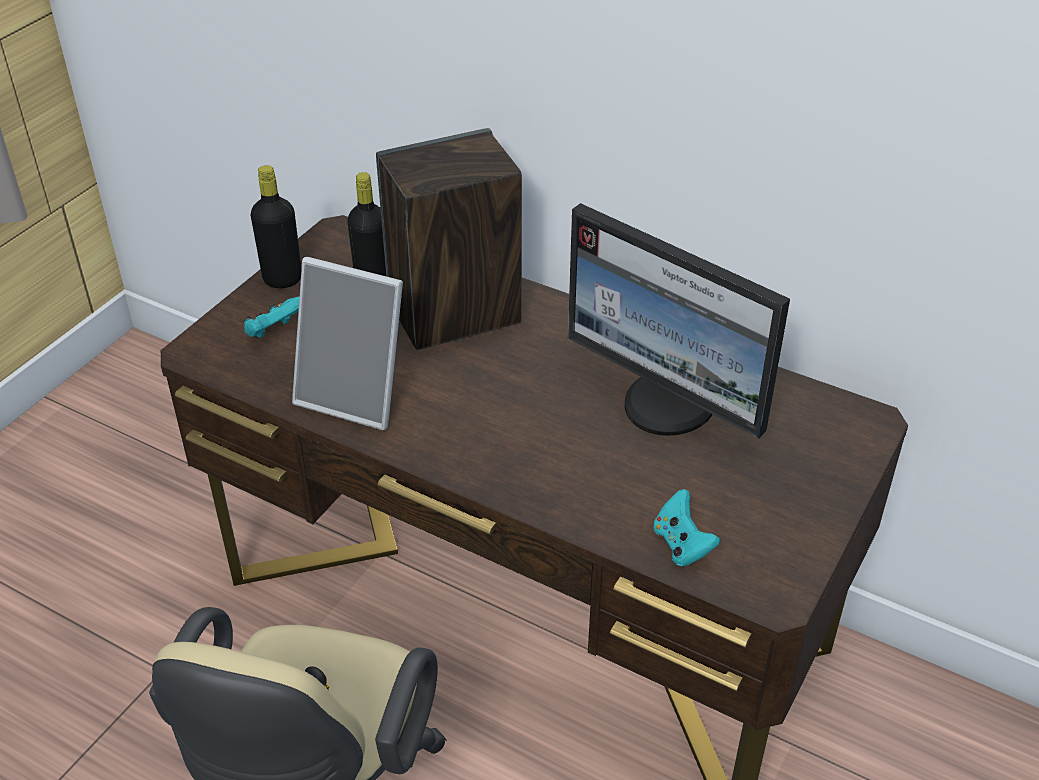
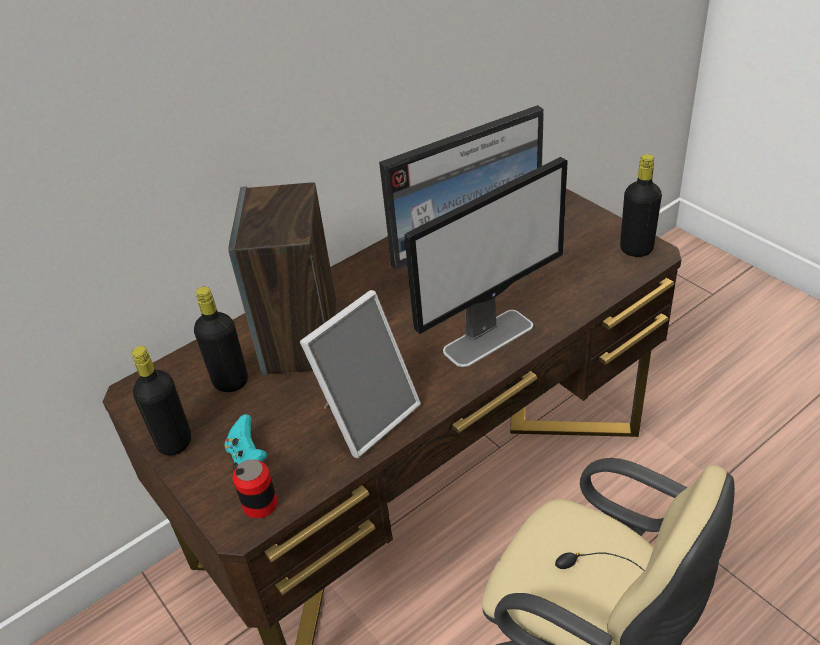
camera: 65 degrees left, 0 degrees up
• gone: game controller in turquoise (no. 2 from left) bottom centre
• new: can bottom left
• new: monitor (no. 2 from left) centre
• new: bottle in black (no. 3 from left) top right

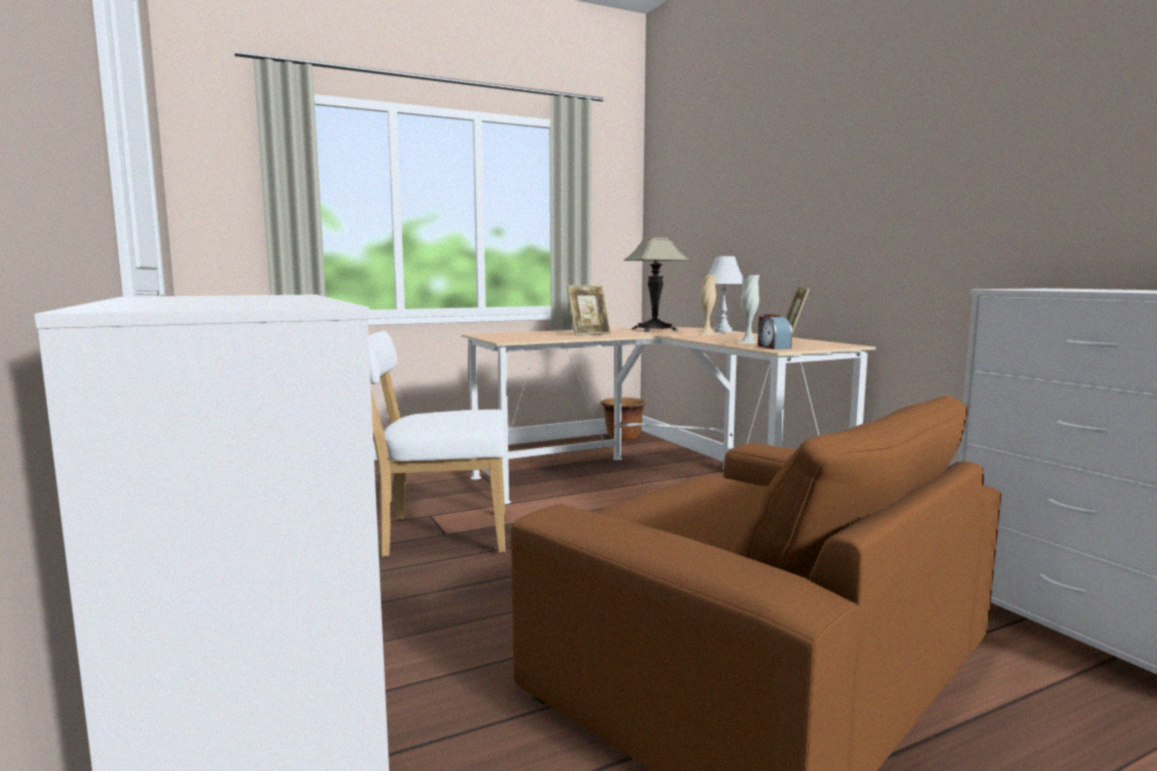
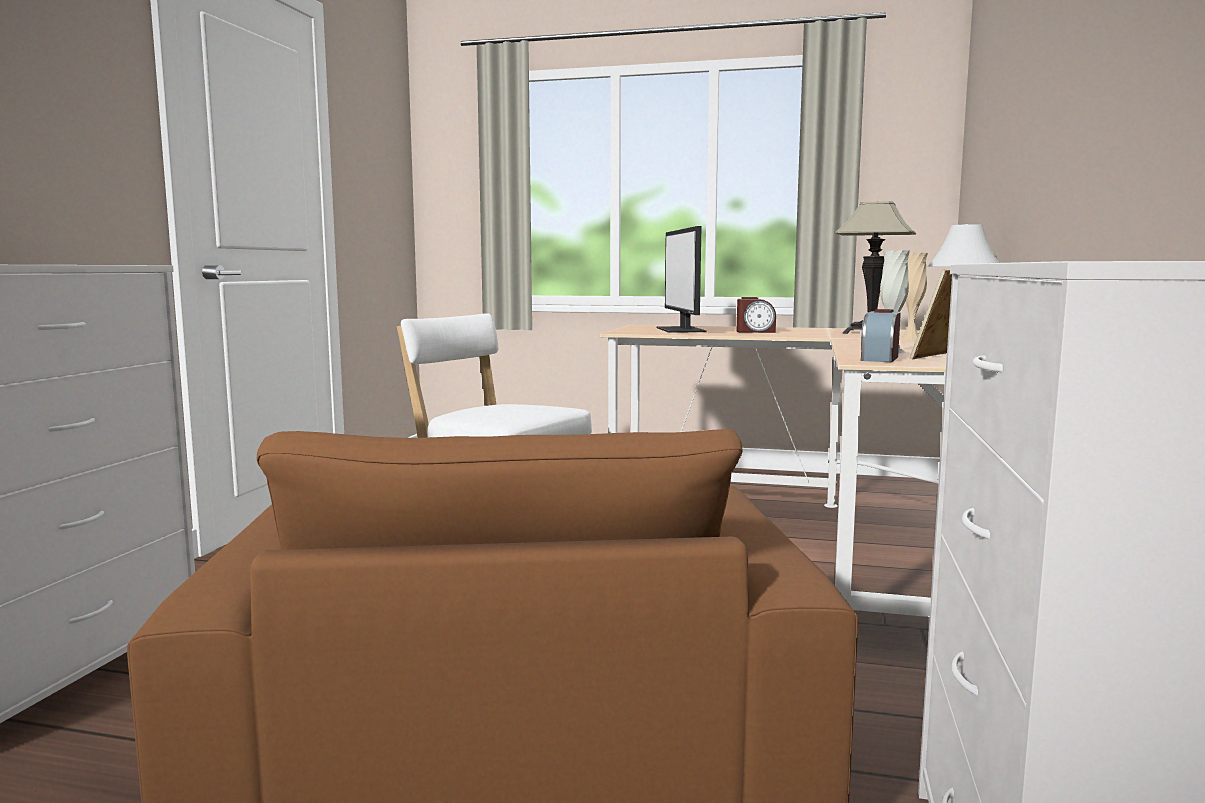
camera: 40 degrees right, 0 degrees up
• gone: planter in brown centre
• new: monitor centre
• swapped: picture frame (no. 1 from left) centre to alarm clock (no. 1 from left) centre

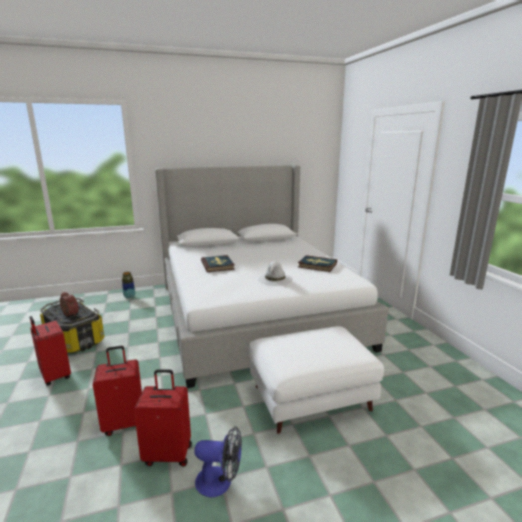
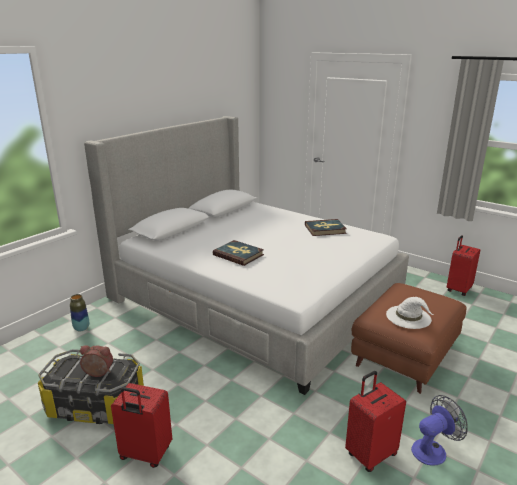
camera: 35 degrees left, 5 degrees up
• shifted: suitcase in red (no. 2 from left in the first image) bottom left to suitcase in red (no. 3 from left) middle right
• shifted: hat in white centre to middle right
• repainted: ottoman in white bottom centre to ottoman in brown bottom right

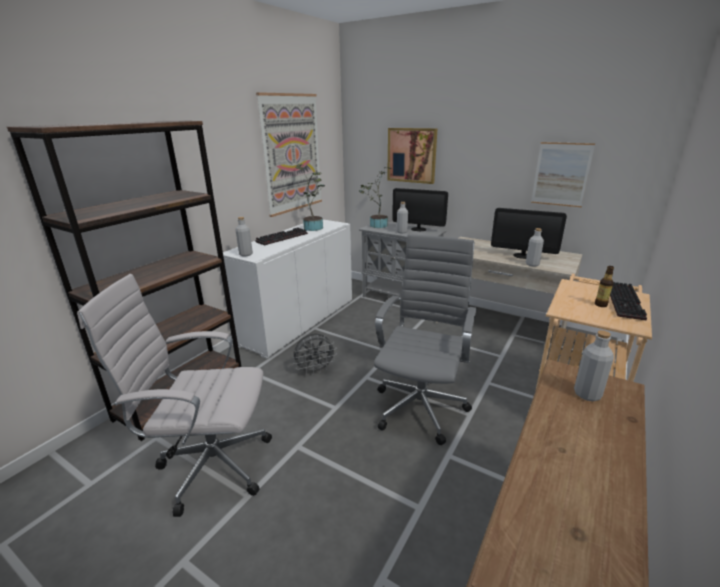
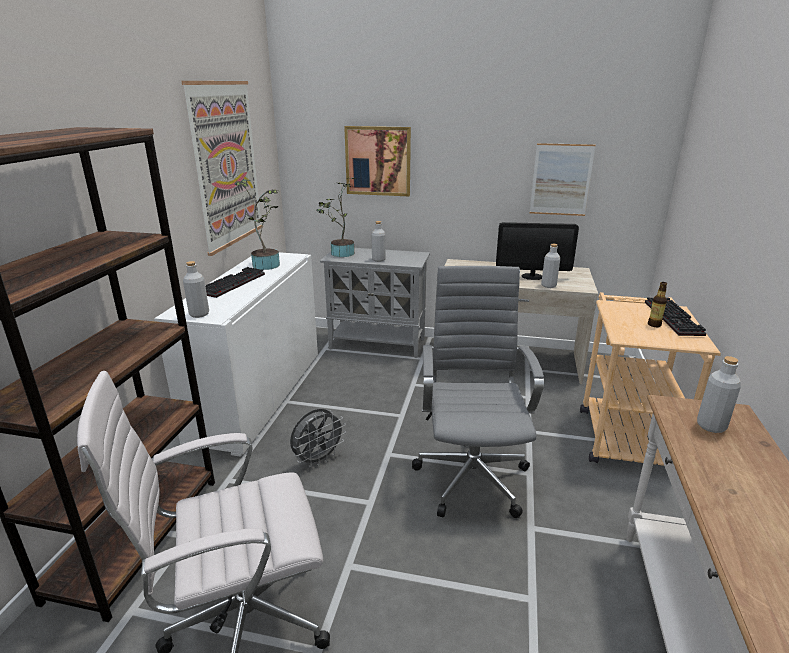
camera: 20 degrees left, 0 degrees up
• gone: monitor (no. 1 from left) centre

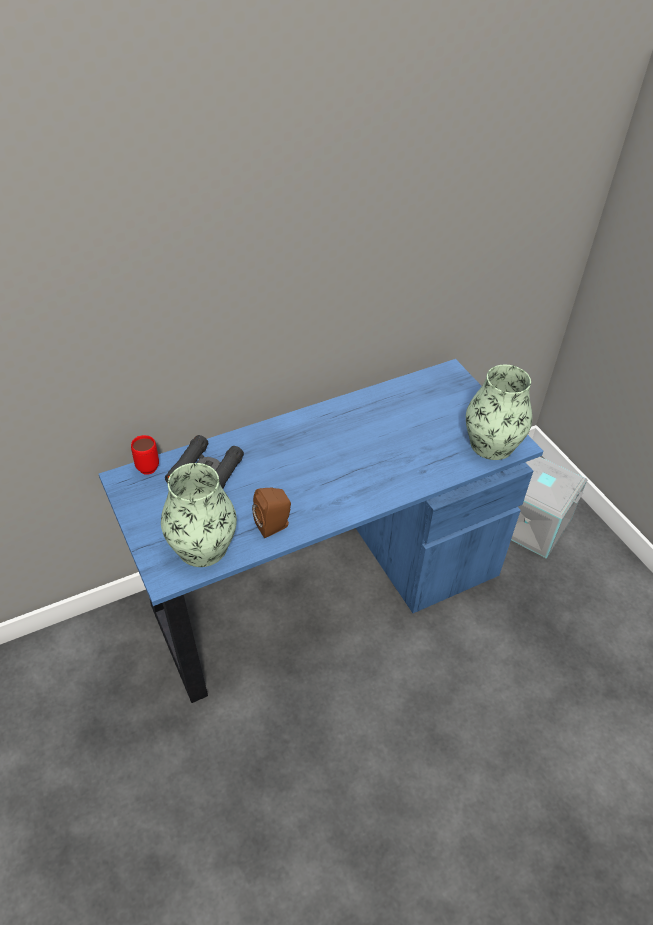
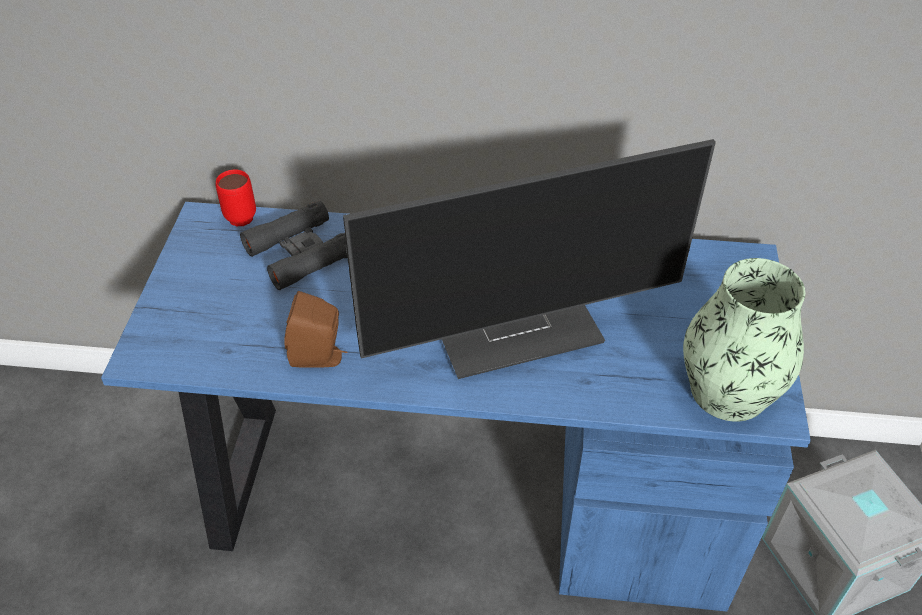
camera: 35 degrees right, 0 degrees up
• gone: vase (no. 1 from left) middle left
• new: monitor centre

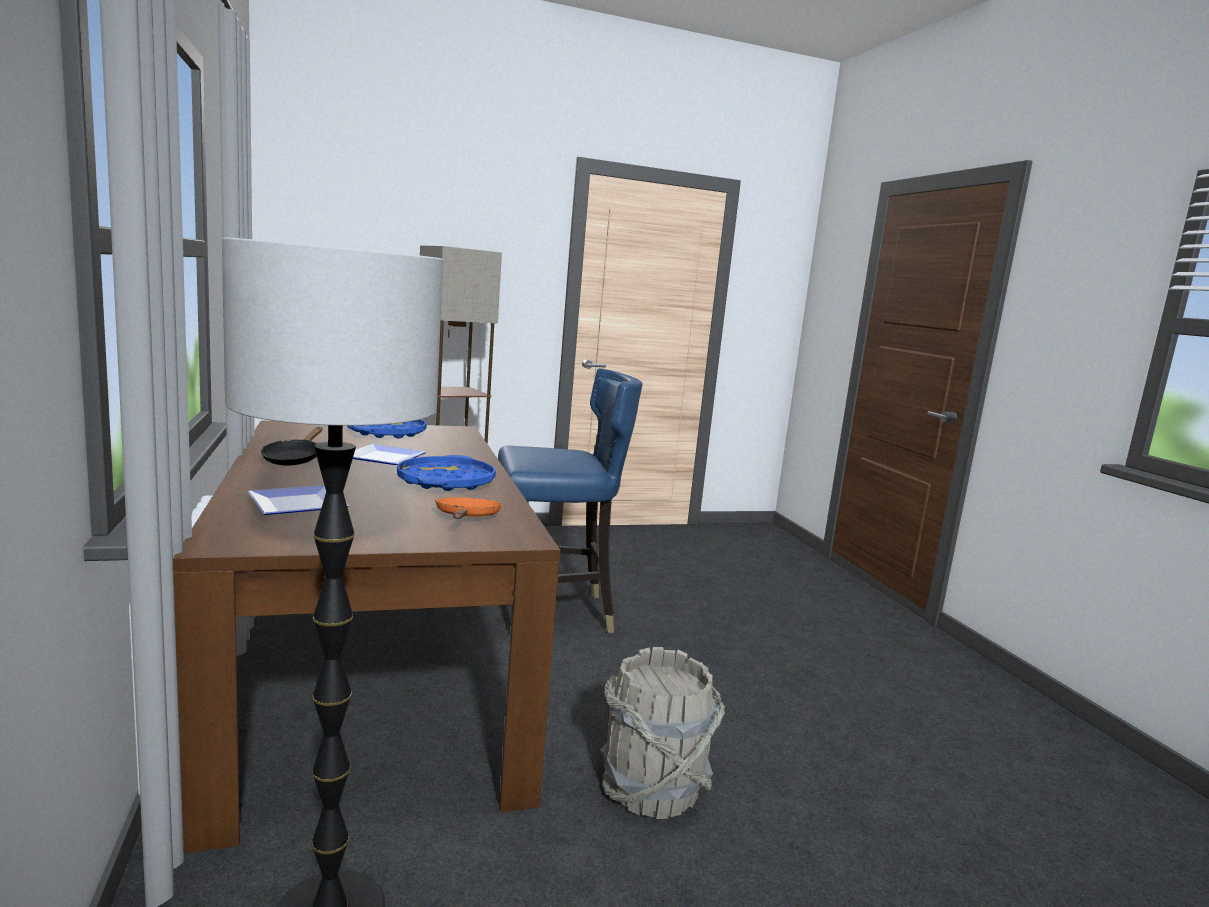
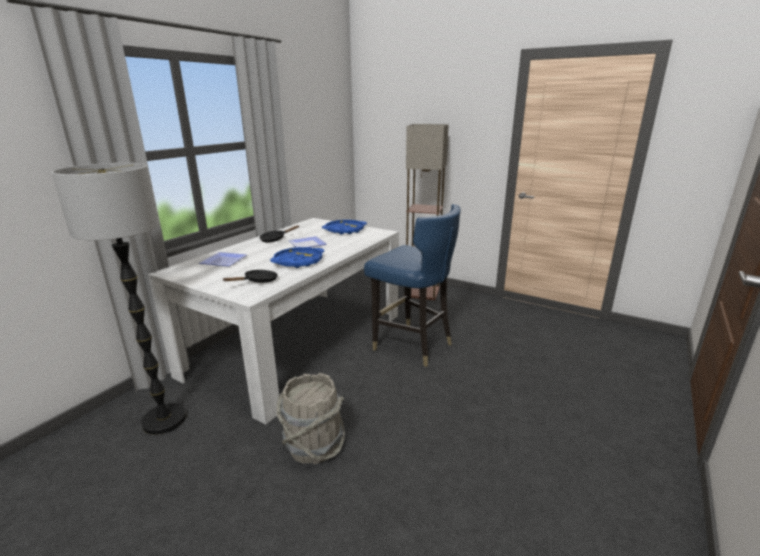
camera: 50 degrees right, 10 degrees up
• repainted: dining table in brown bottom left to dining table in white centre
• repainted: frying pan in orange centre to frying pan in black (no. 1 from left) middle left

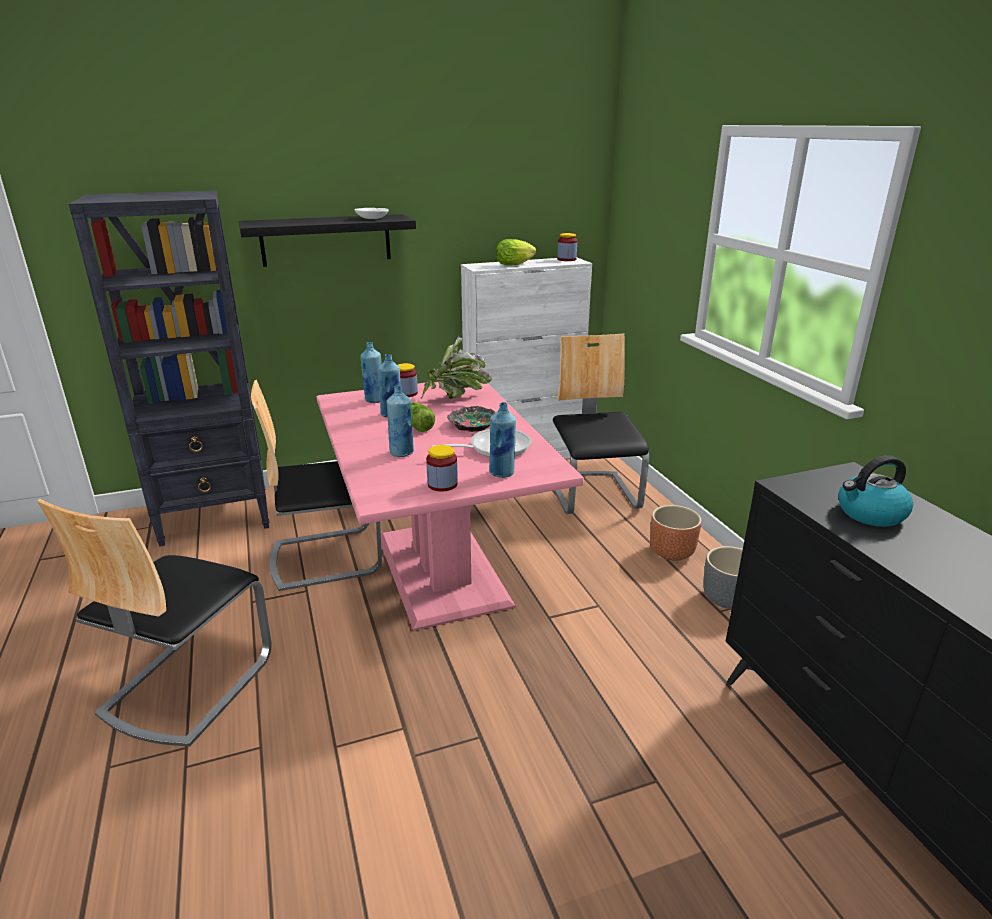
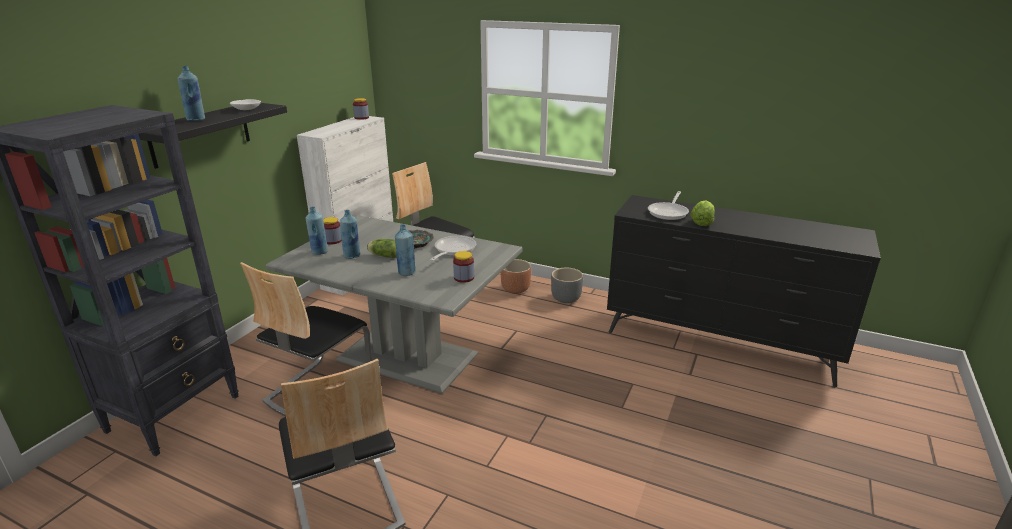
camera: 45 degrees left, 0 degrees up
• gone: potted plant centre
• shifted: bottle in blue (no. 4 from left in the first image) centre to bottle in blue (no. 1 from left) top left
• shifted: lettuce (no. 2 from left) top centre to middle right
• swapped: kettle middle right to frying pan (no. 2 from left) centre
• repainted: dining table in pink centre to dining table in grey centre

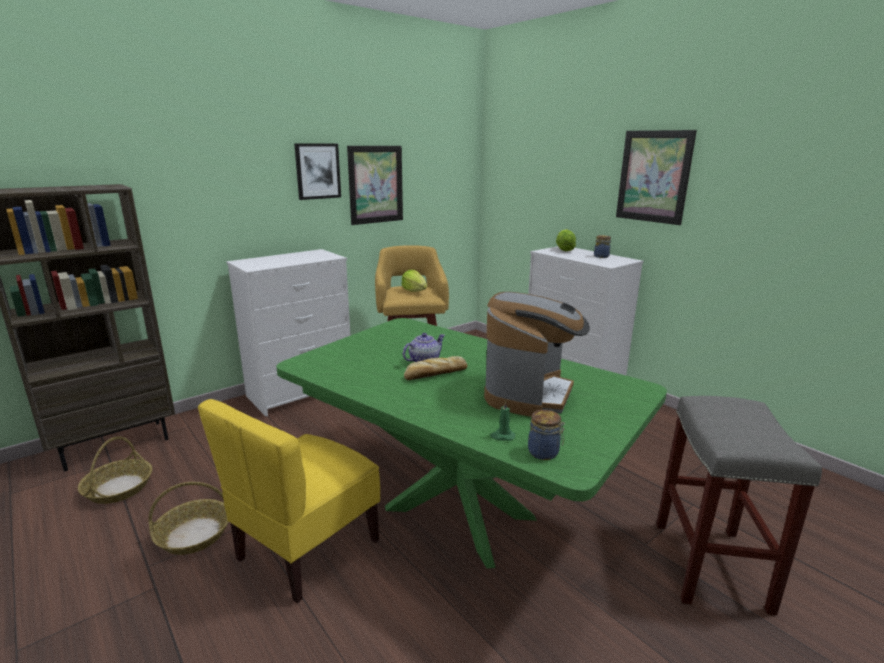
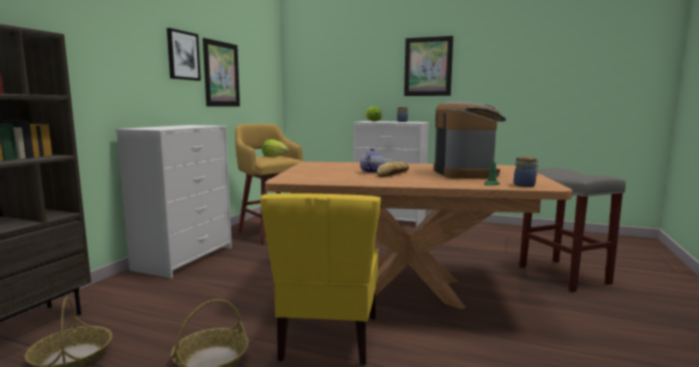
camera: 30 degrees left, 10 degrees down
• repainted: dining table in green bottom centre to dining table in brown centre

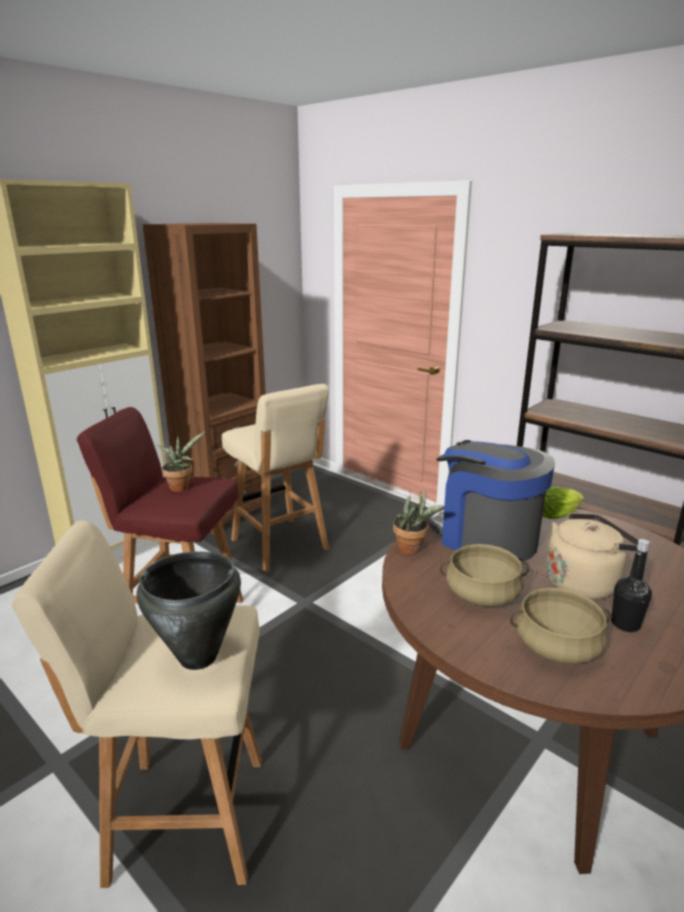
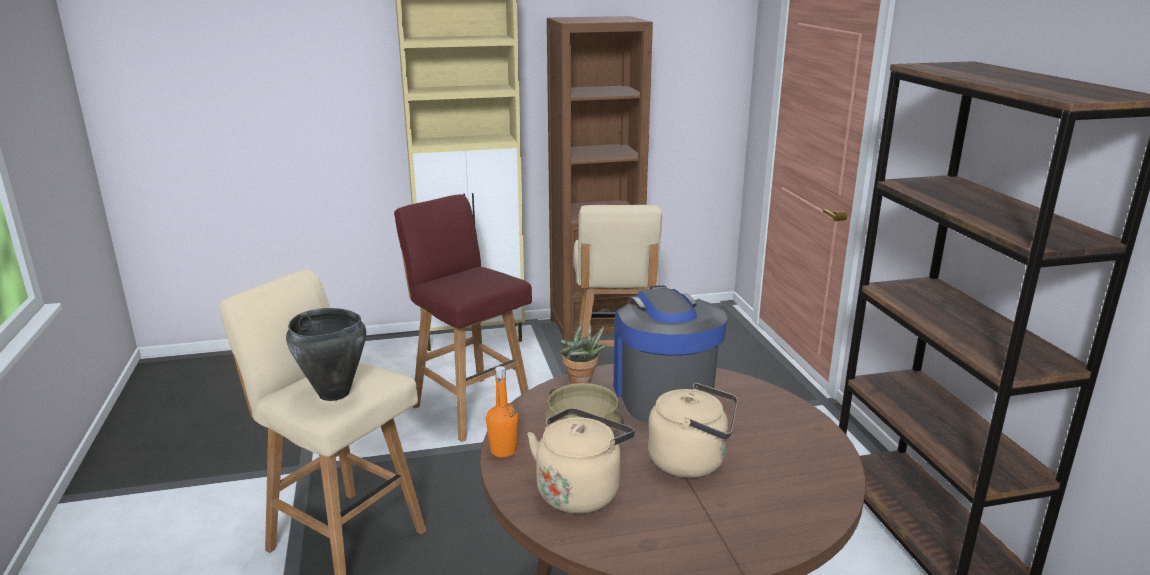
camera: 35 degrees right, 0 degrees up
• gone: potted plant (no. 1 from left) middle left
• gone: lettuce middle right
• gone: bottle in black middle right
• new: bottle in orange bottom centre
• swapped: cooking pot in beige (no. 2 from left) bottom right to kettle in beige (no. 1 from left) bottom centre

